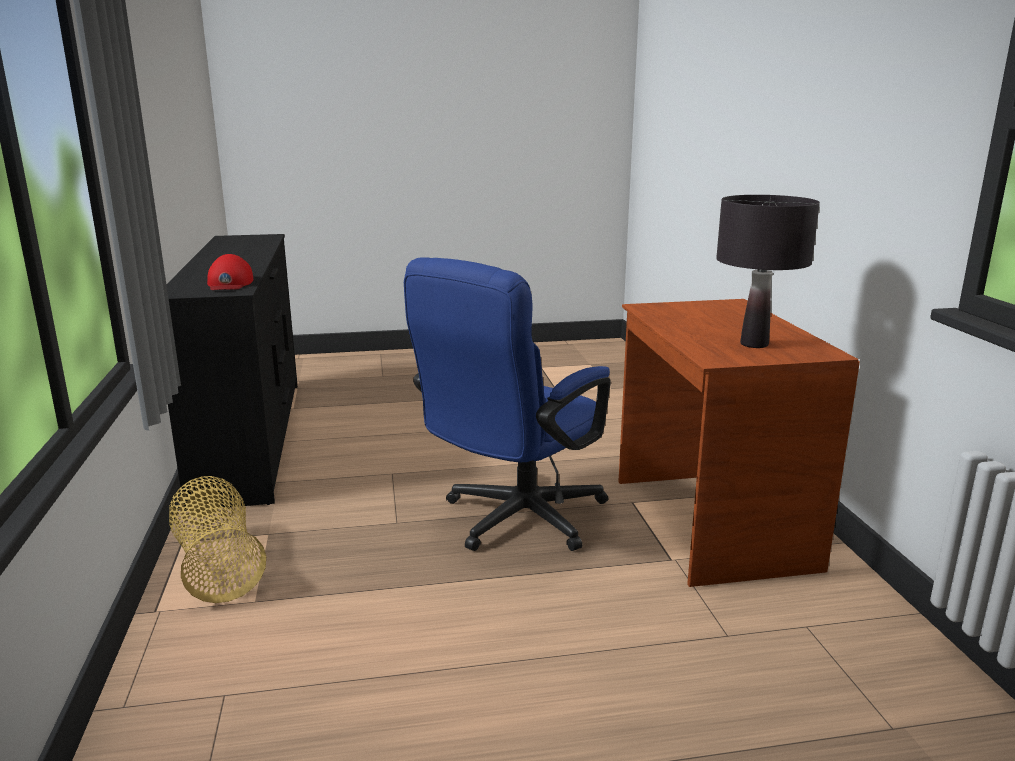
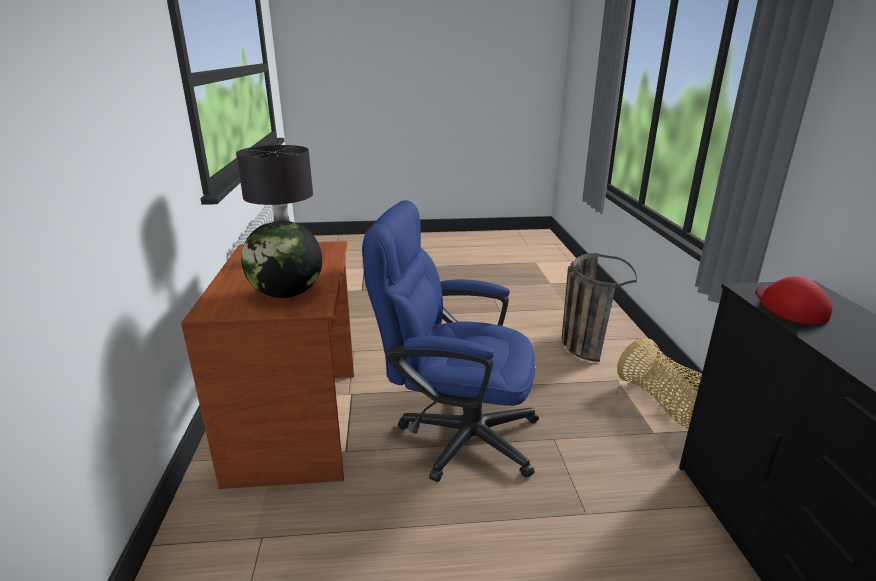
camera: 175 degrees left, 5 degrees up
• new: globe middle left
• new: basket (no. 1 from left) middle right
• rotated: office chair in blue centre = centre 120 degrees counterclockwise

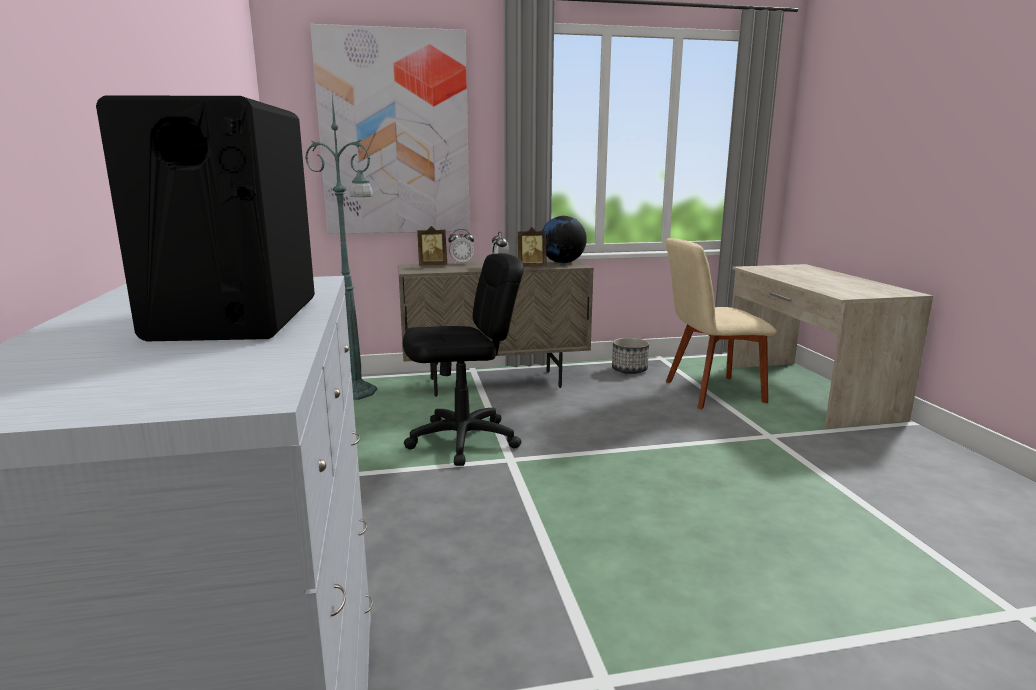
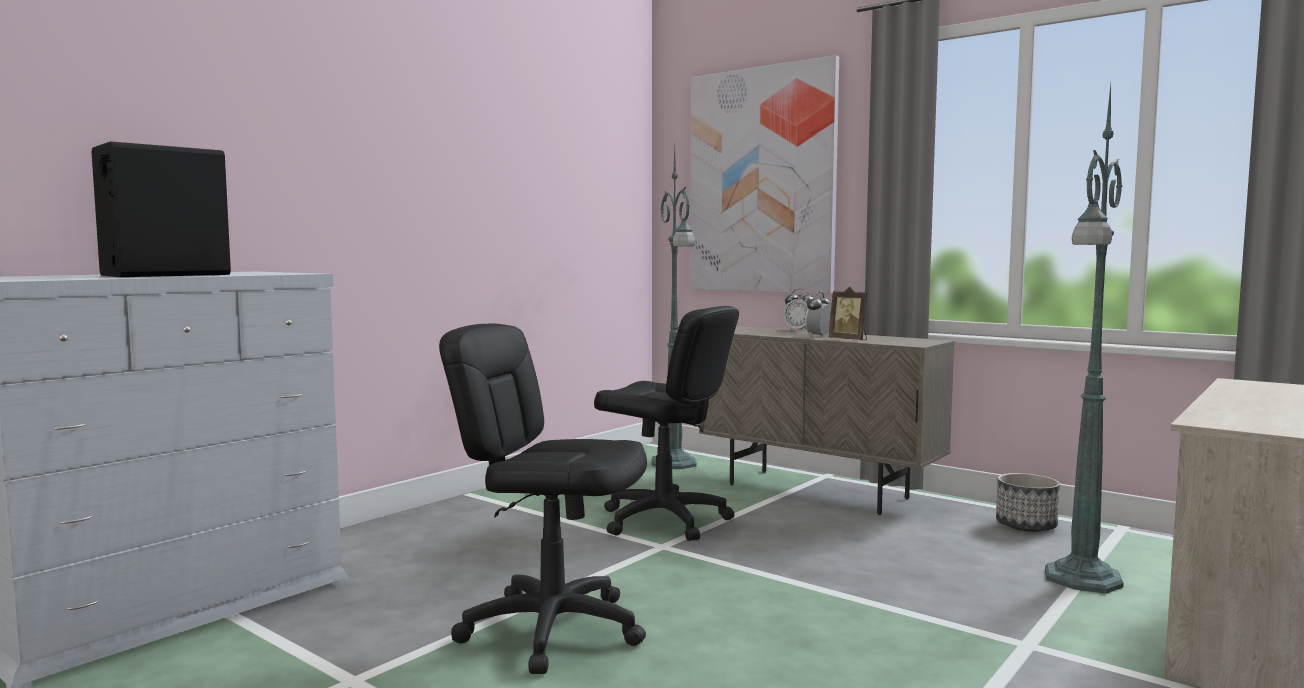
camera: 50 degrees right, 10 degrees down
• gone: picture frame (no. 1 from left) centre
• gone: globe centre
• new: office chair in black (no. 1 from left) bottom centre
• swapped: chair in beige middle right to floor lamp in green (no. 2 from left) middle right

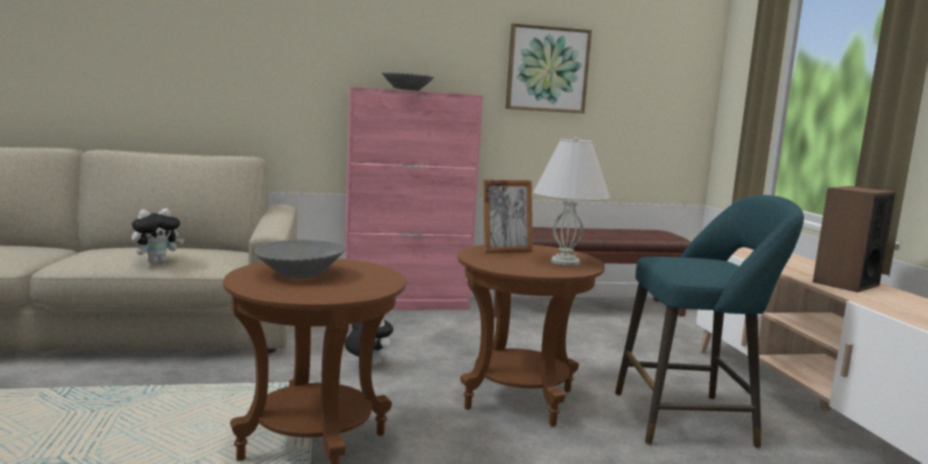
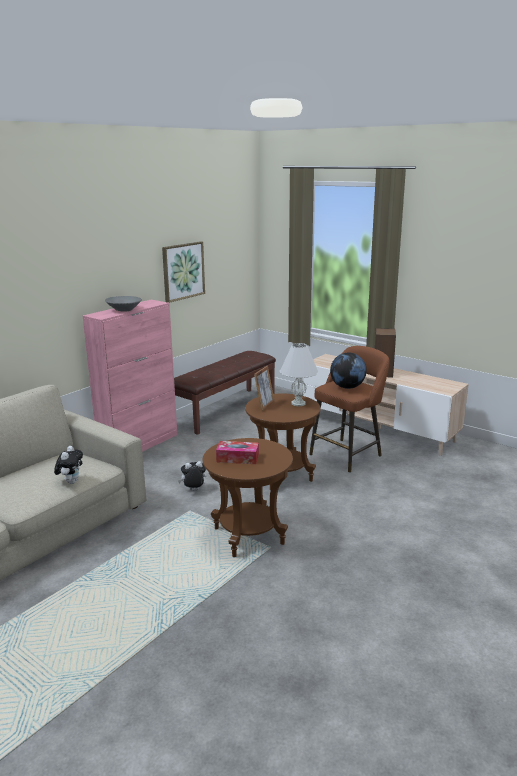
camera: 40 degrees left, 10 degrees up
• new: globe middle right
• swapped: bowl in grey (no. 1 from left) middle left to tissue box centre
• repainted: stool in turquoise bottom right to stool in brown middle right

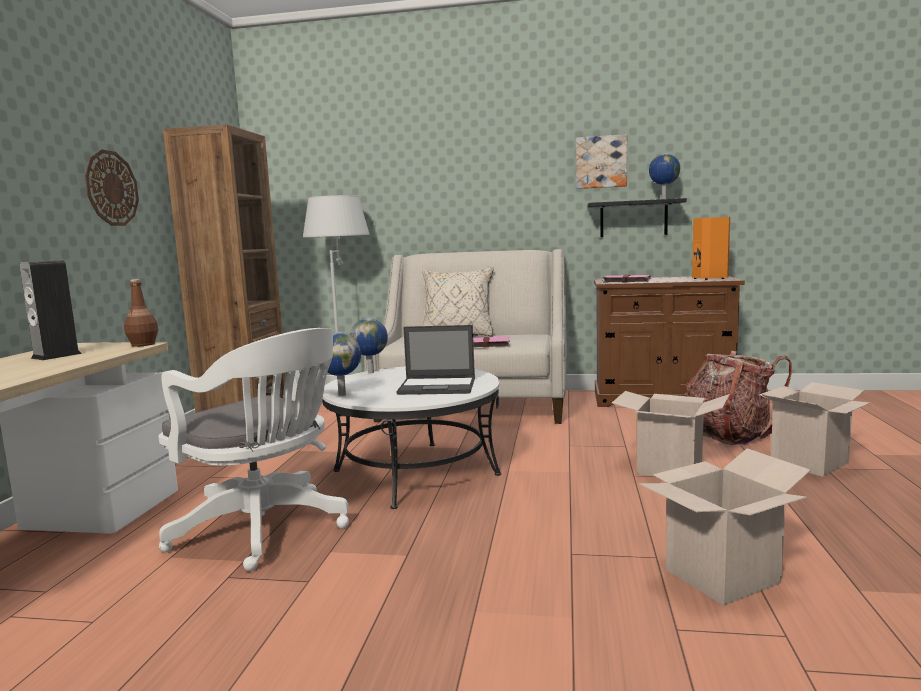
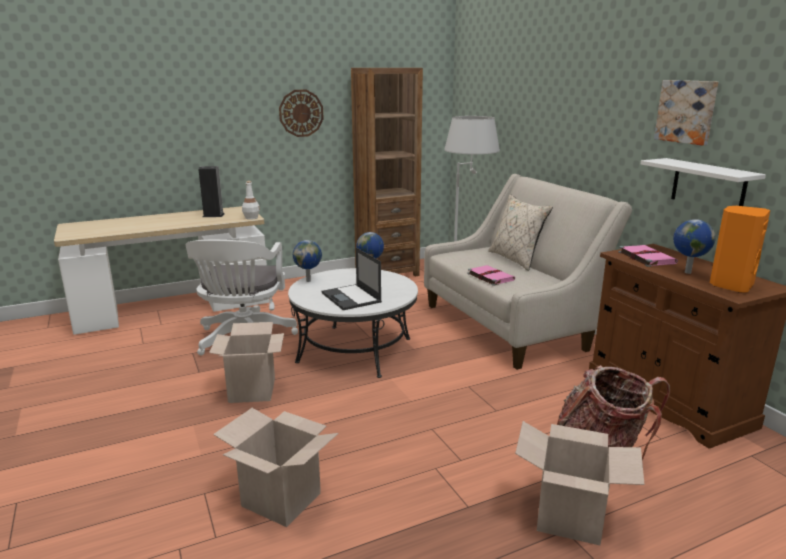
camera: 55 degrees right, 10 degrees up
• shifted: cardboard box (no. 1 from left) middle right to middle left
• shifted: globe (no. 3 from left) top right to middle right
• repainted: bottle in brown middle left to bottle in white middle left
• repainted: shelf in black top right to shelf in white top right

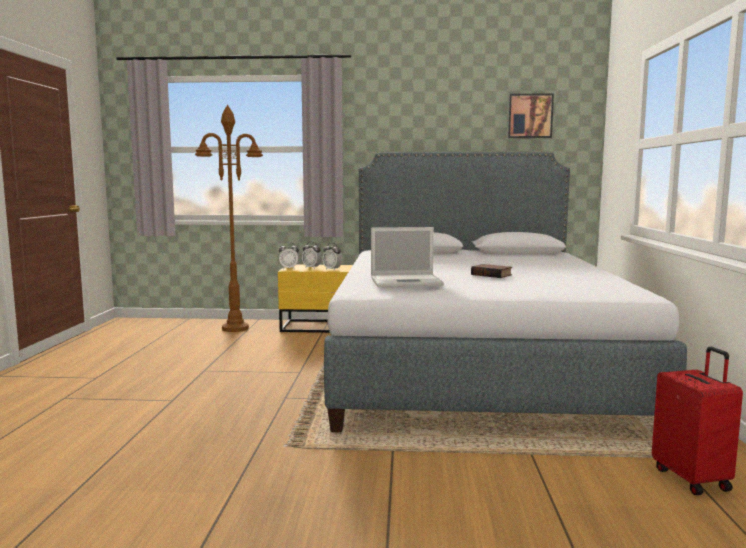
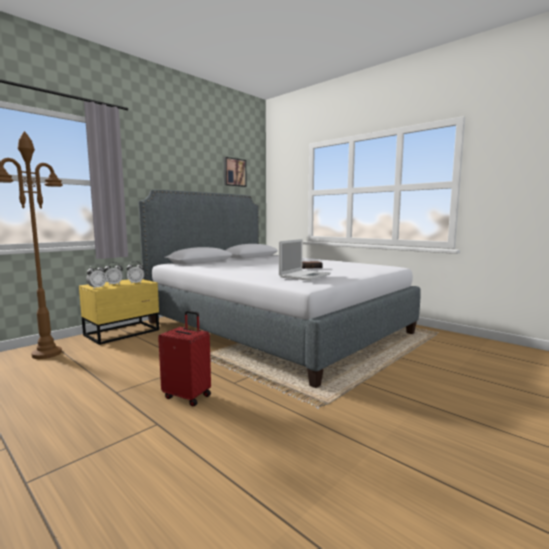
camera: 50 degrees left, 0 degrees up
• shifted: suitcase in red bottom right to centre

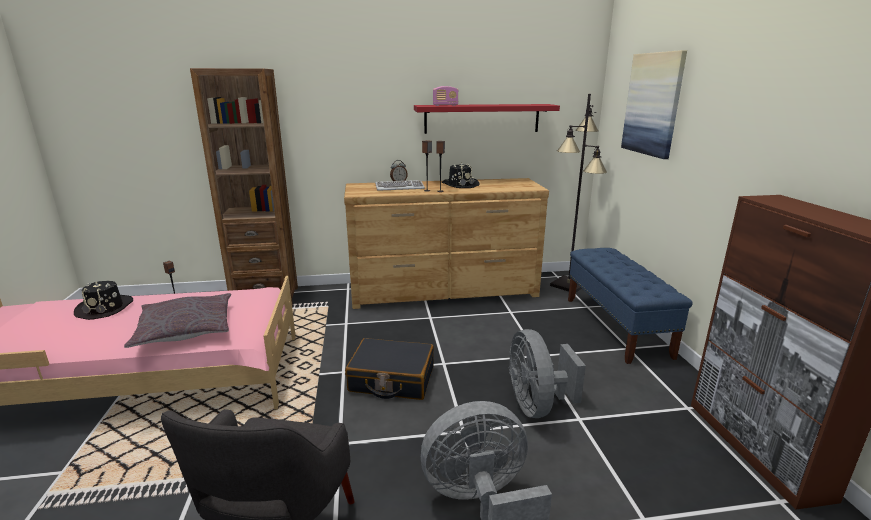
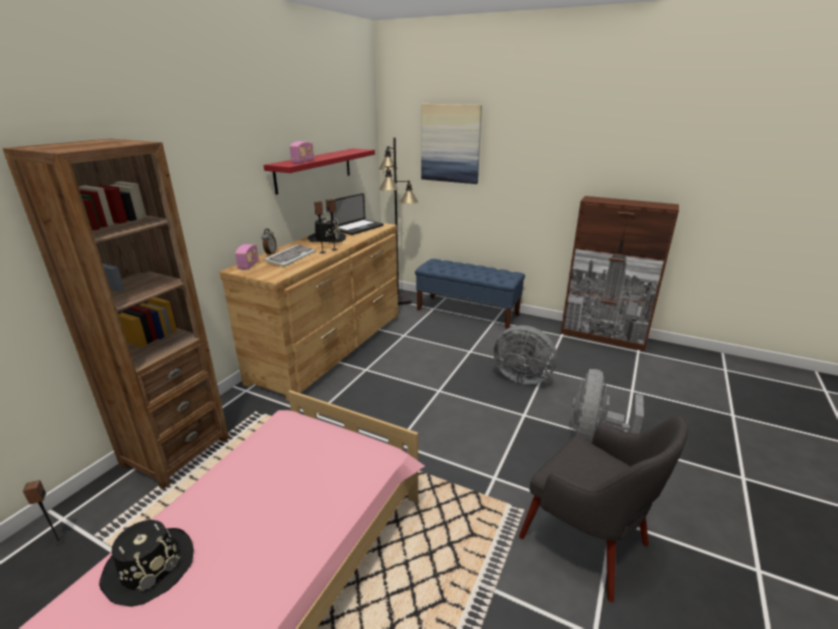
camera: 55 degrees left, 5 degrees up
• gone: pillow in grey middle left
• gone: suitcase in black bottom centre
• new: radio (no. 1 from left) middle left
• new: laptop centre

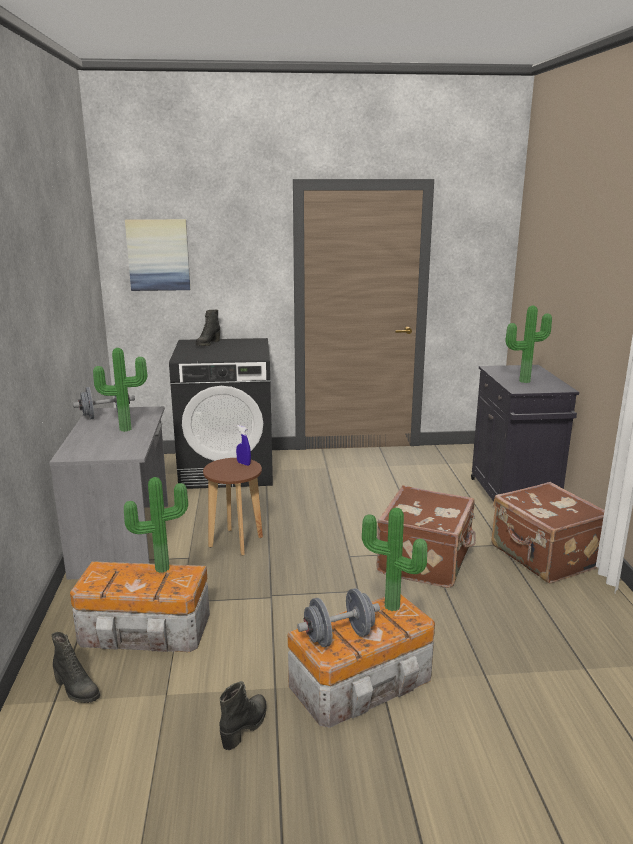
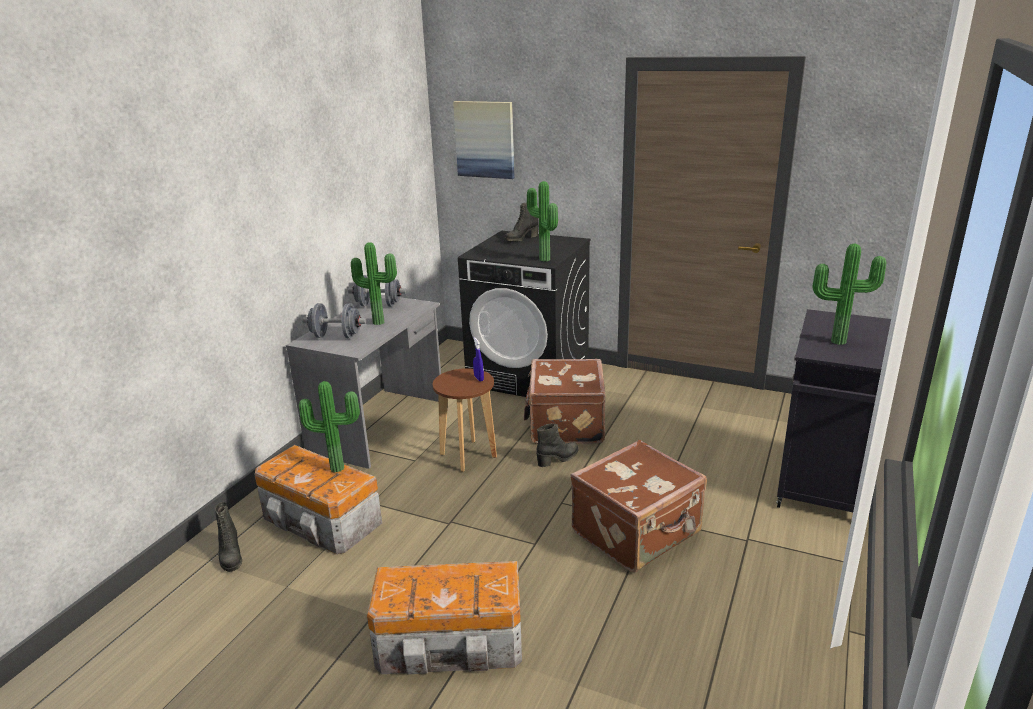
camera: 30 degrees right, 5 degrees up
• shifted: boot in black (no. 3 from left) bottom centre to centre
• shifted: dumbbell in grey (no. 2 from left in the first image) bottom centre to dumbbell in grey (no. 1 from left) middle left
• shifted: potted plant (no. 3 from left) centre to top centre
• shifted: suitcase in brown (no. 2 from left in the first image) middle right to suitcase in brown (no. 1 from left) centre

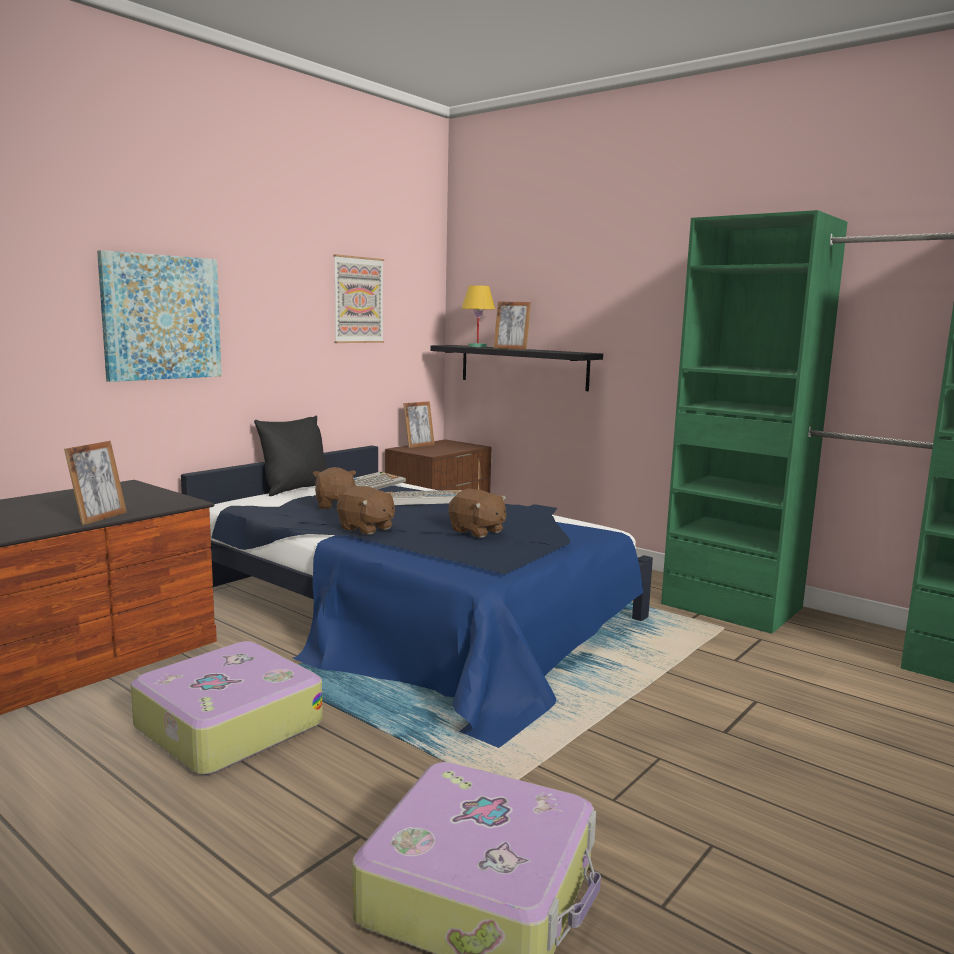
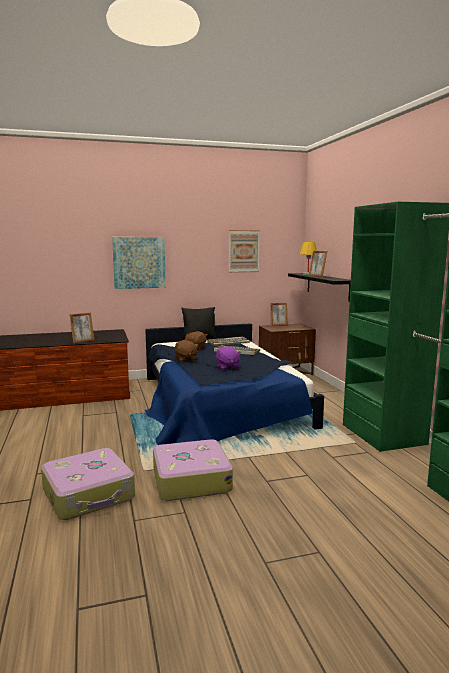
camera: 35 degrees right, 0 degrees up
• shifted: suitcase (no. 1 from left in the first image) bottom left to suitcase (no. 2 from left) bottom centre
• repainted: plush toy in brown (no. 3 from left) centre to plush toy in purple centre

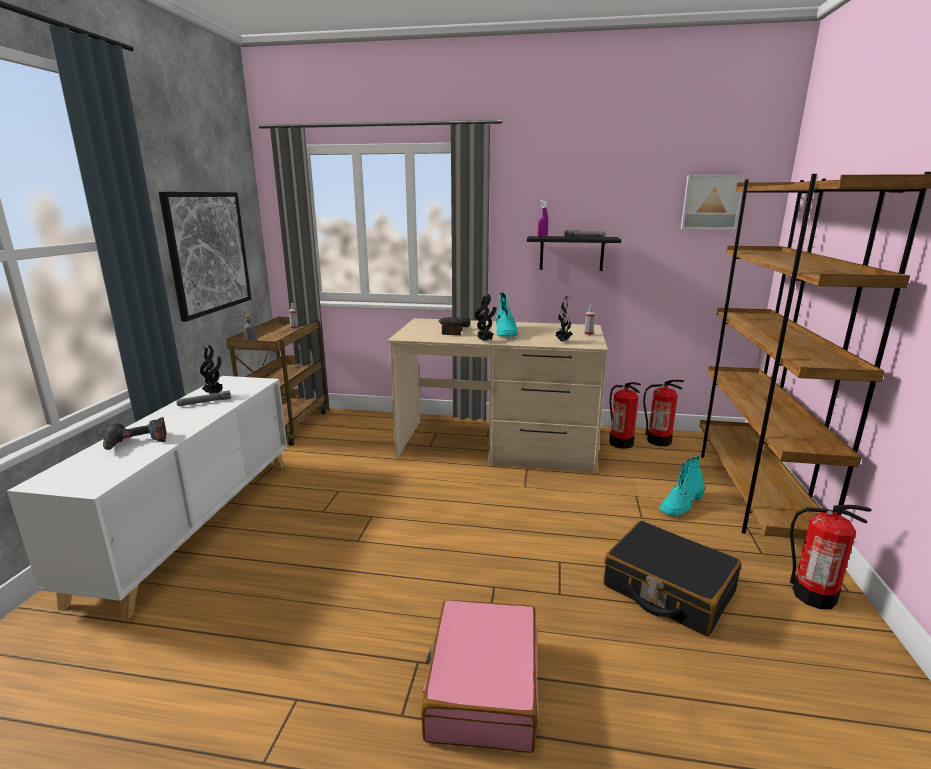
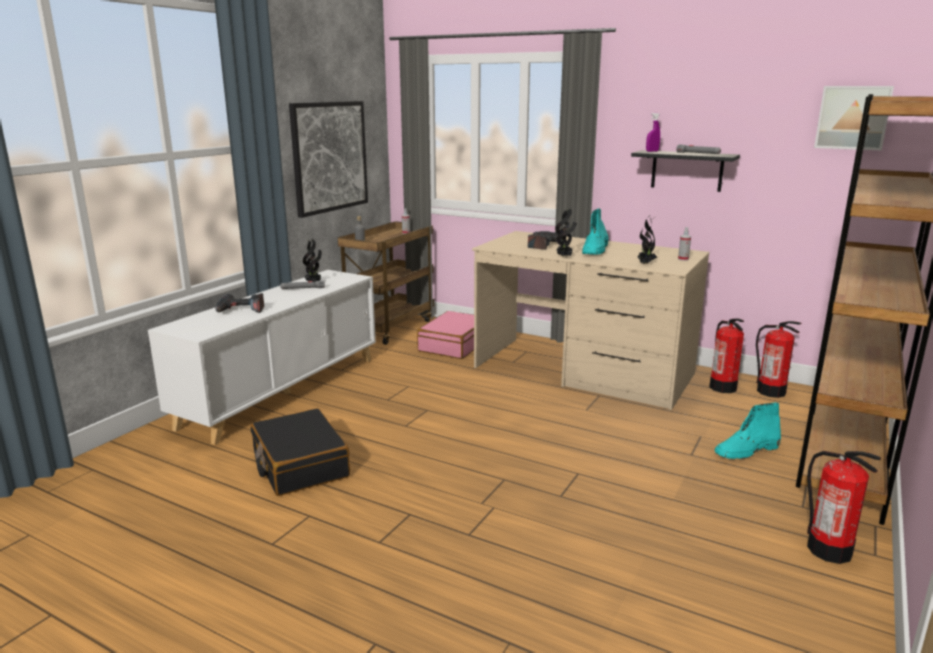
camera: 20 degrees right, 0 degrees up
• shifted: suitcase in pink bottom centre to centre
• shifted: suitcase in black bottom right to bottom left

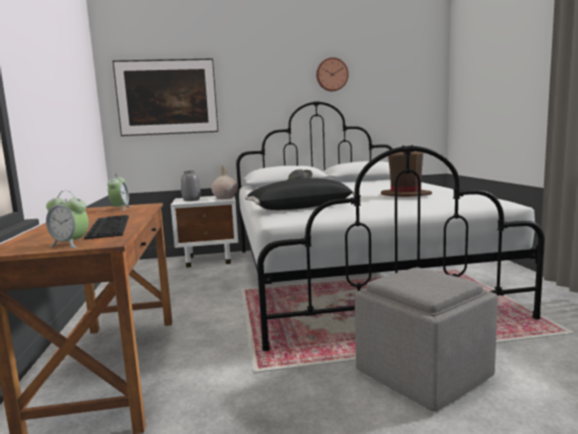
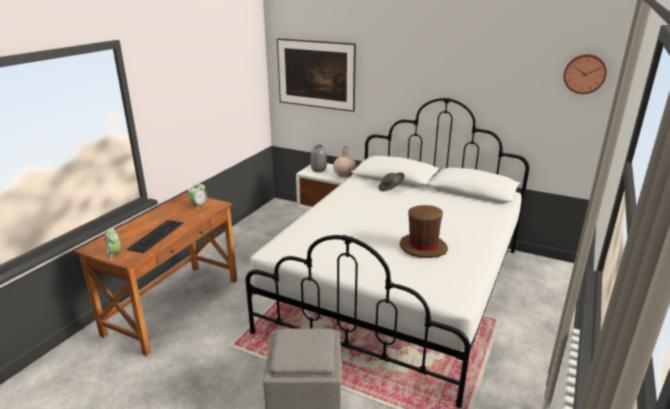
camera: 35 degrees right, 15 degrees up
• gone: pillow in black centre
• shifted: wall clock top centre to top right

